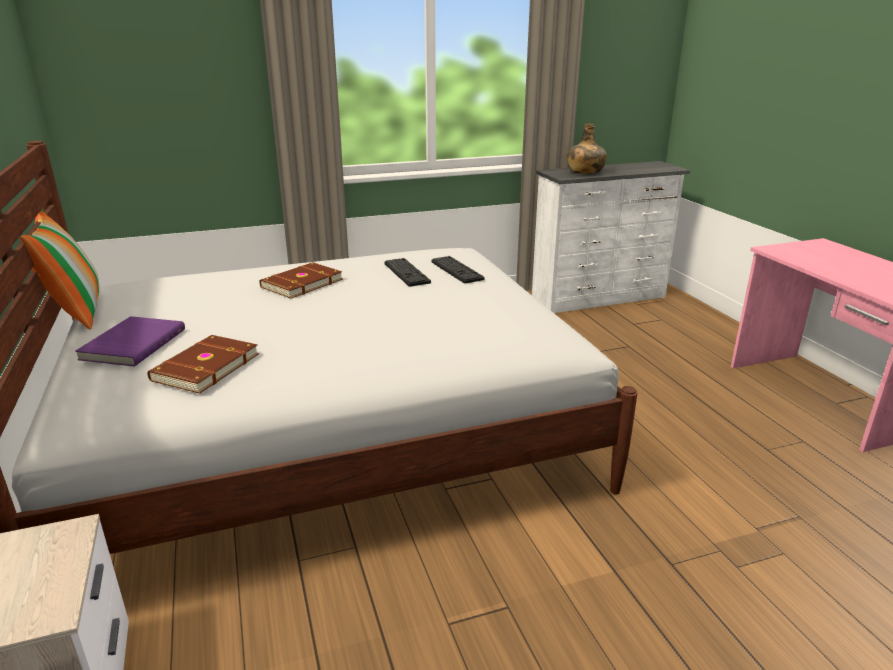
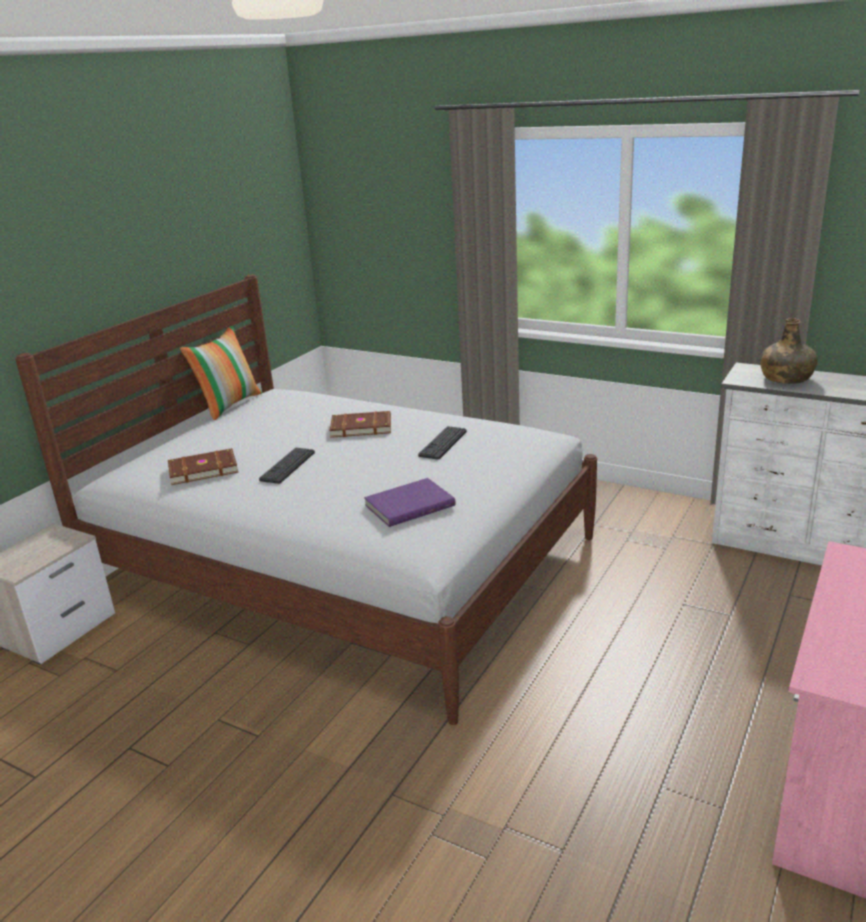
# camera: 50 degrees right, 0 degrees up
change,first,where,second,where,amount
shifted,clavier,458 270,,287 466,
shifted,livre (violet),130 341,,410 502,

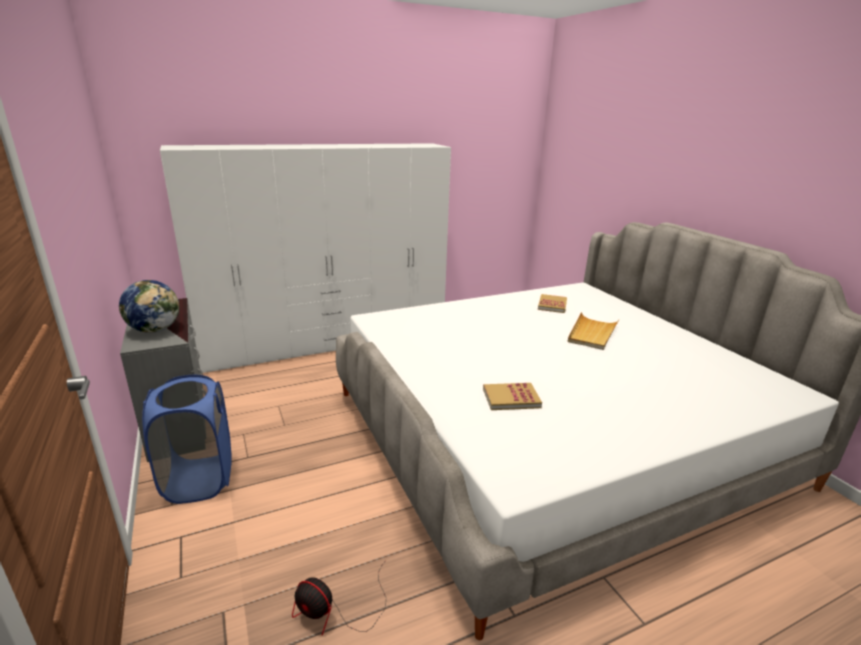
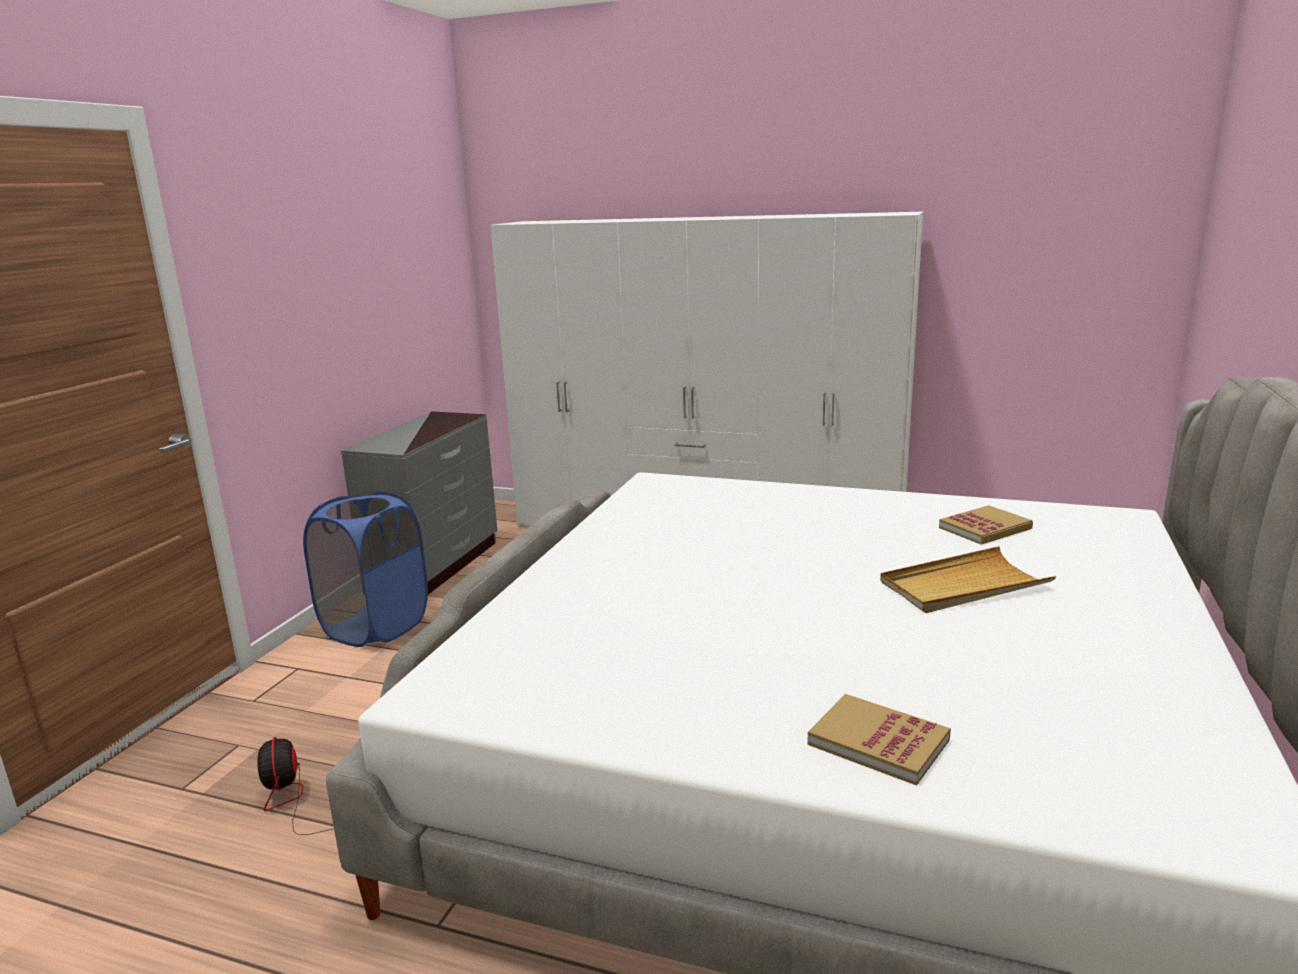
# camera: 45 degrees right, 5 degrees down
change,first,where,second,where,amount
shifted,livre,512 396,,879 740,
gone,globe,149 306,,,

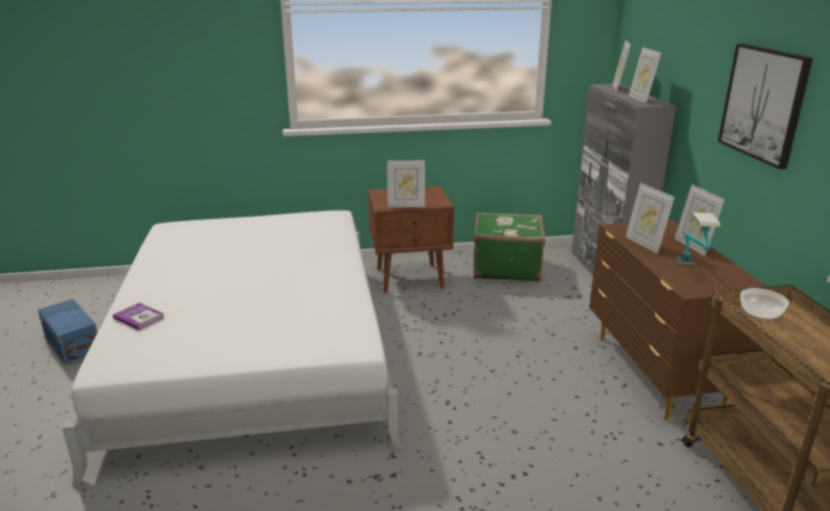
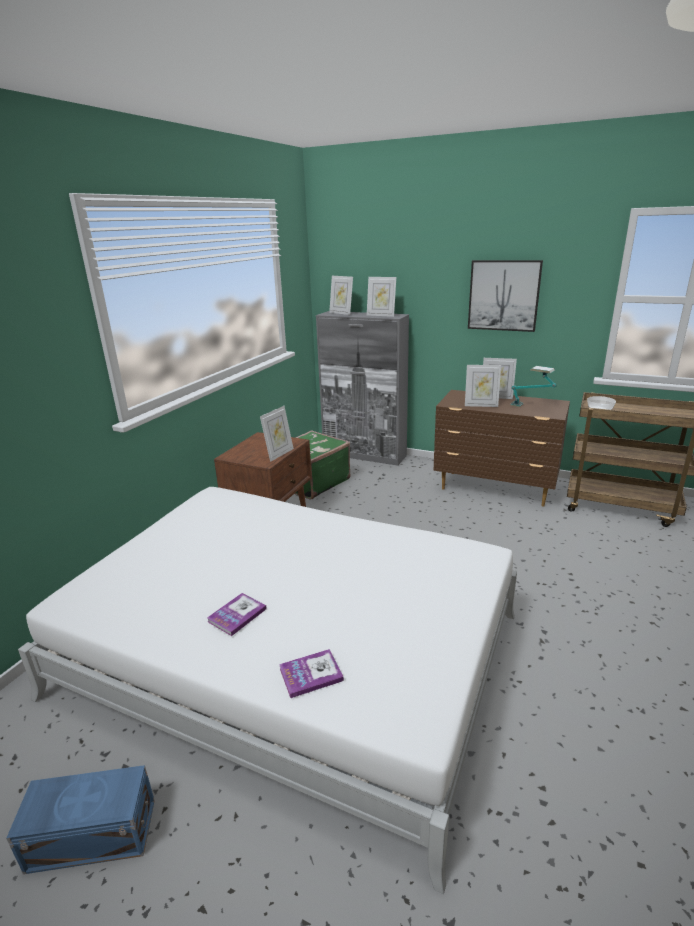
# camera: 55 degrees left, 0 degrees up
change,first,where,second,where,amount
new,,,livre,237 614,

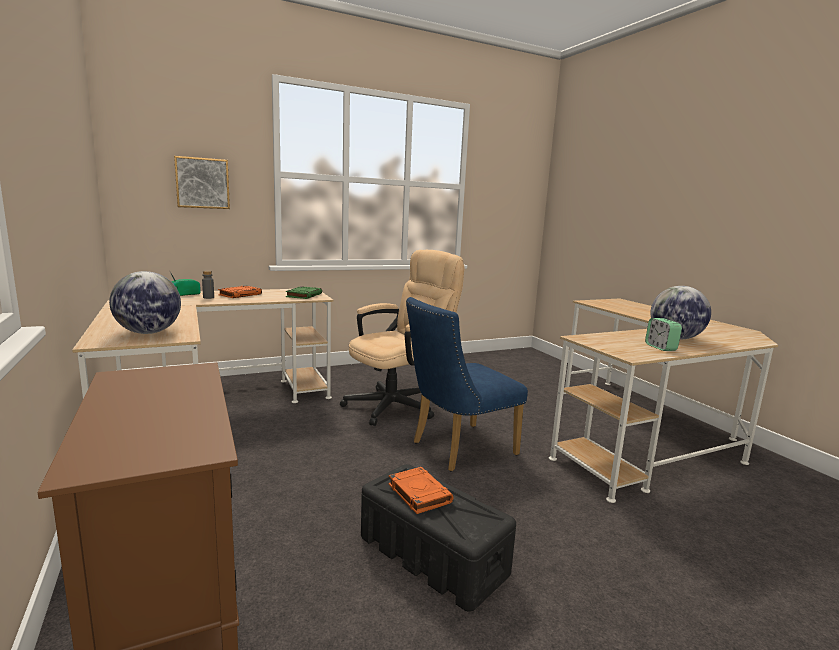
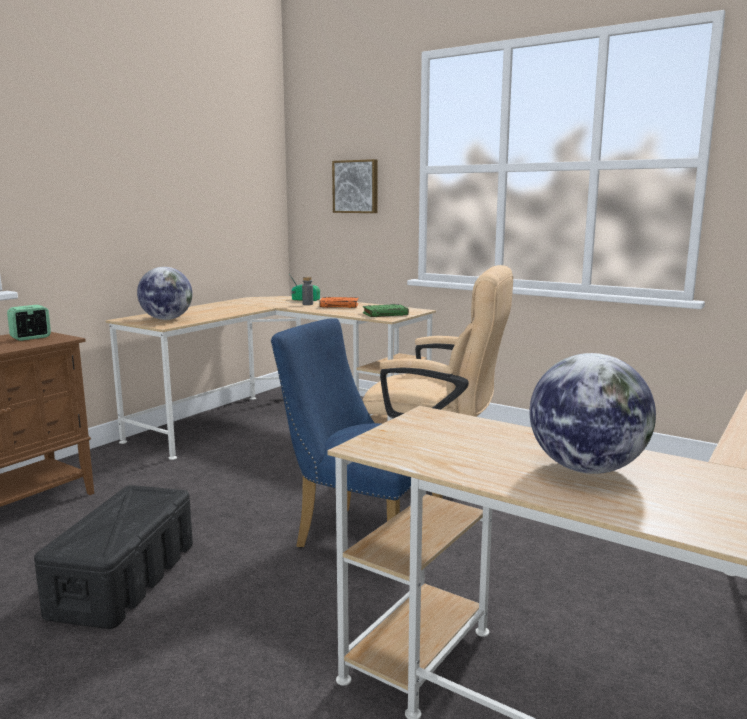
# camera: 60 degrees right, 0 degrees up
change,first,where,second,where,amount
shifted,réveil,663 334,,29 323,
gone,livre (orange),421 490,,,

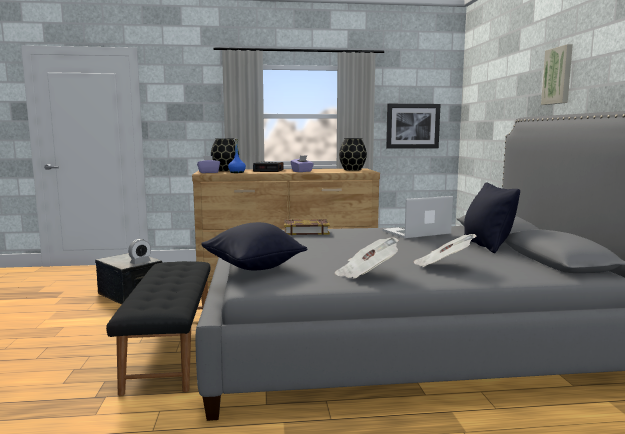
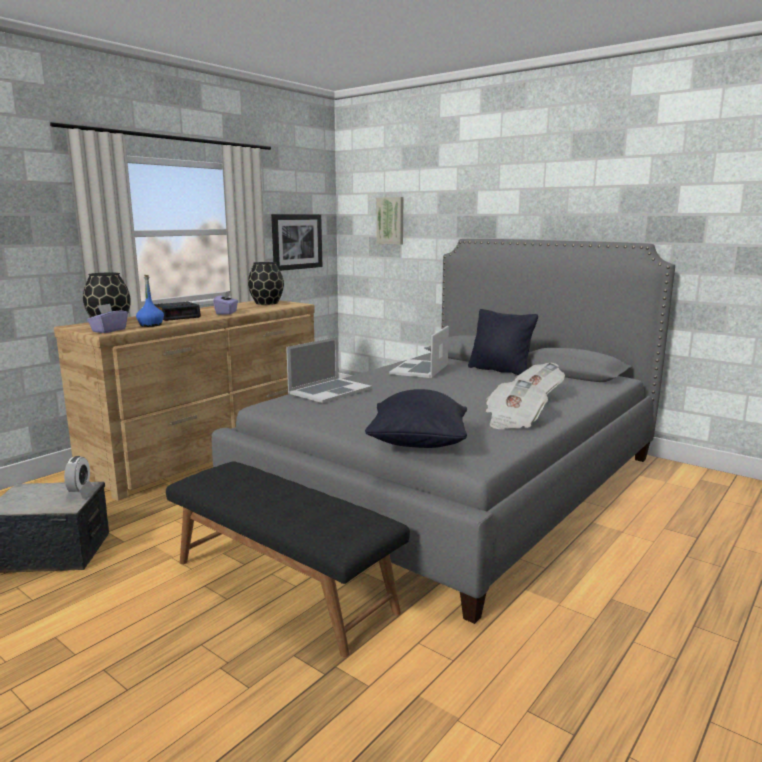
# camera: 45 degrees left, 5 degrees up
change,first,where,second,where,amount
swapped,livre,307 227,ordinateur portable,329 370,
shifted,tableau,557 74,,389 221,

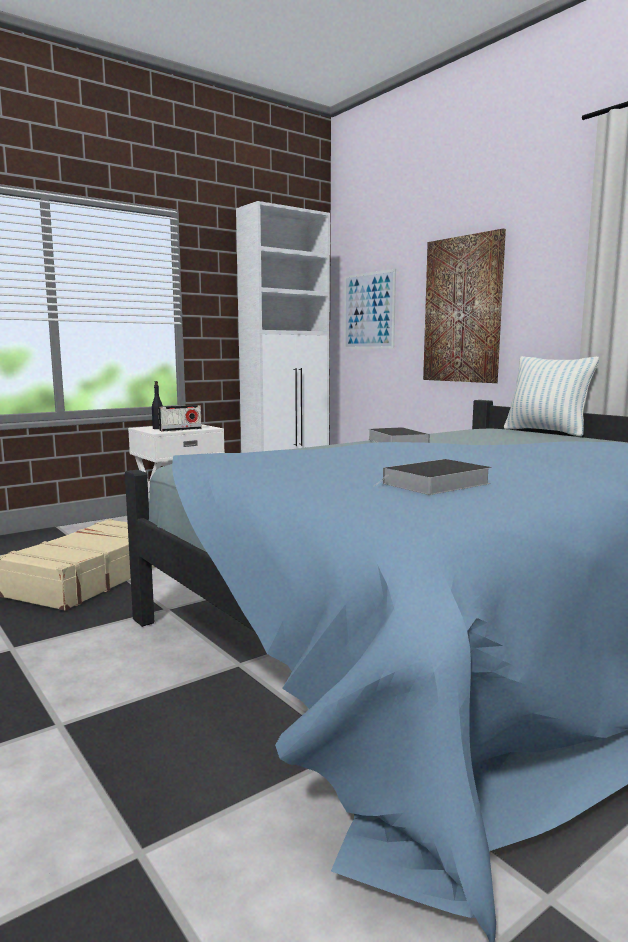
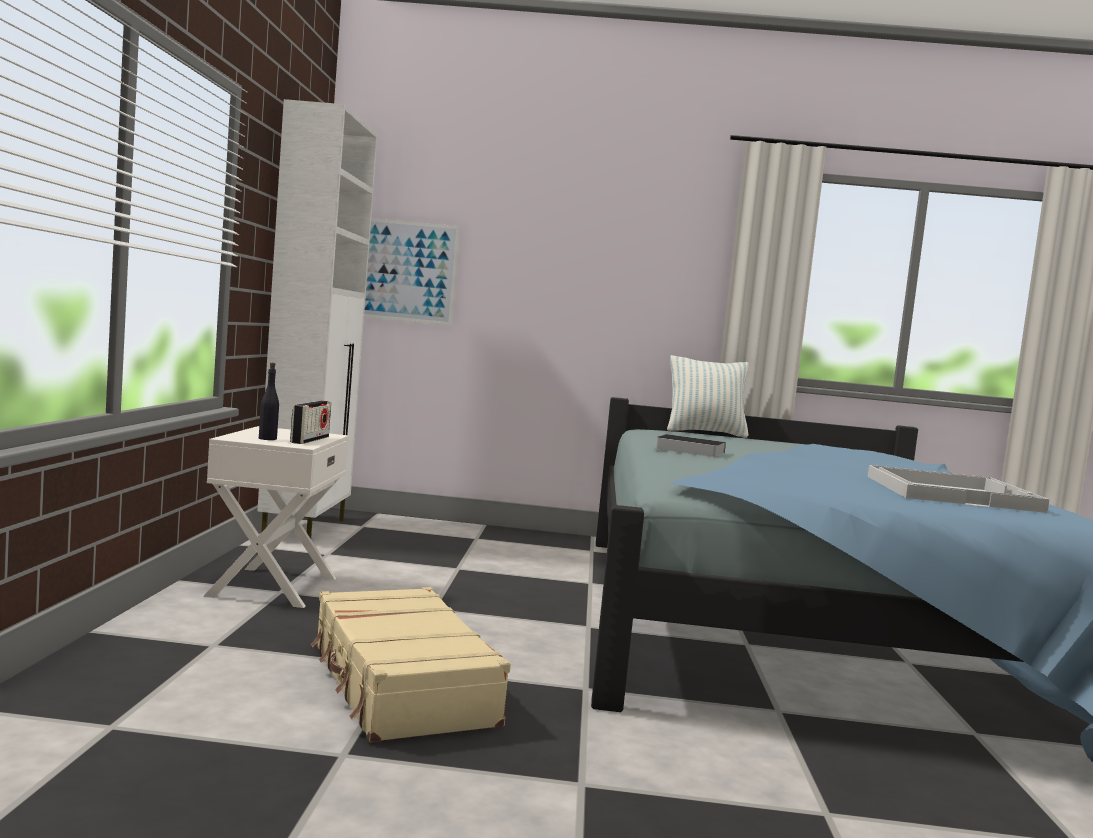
# camera: 50 degrees left, 5 degrees down
change,first,where,second,where,amount
swapped,livre,432 477,plateau (blanc),959 489,
gone,tableau,464 306,,,

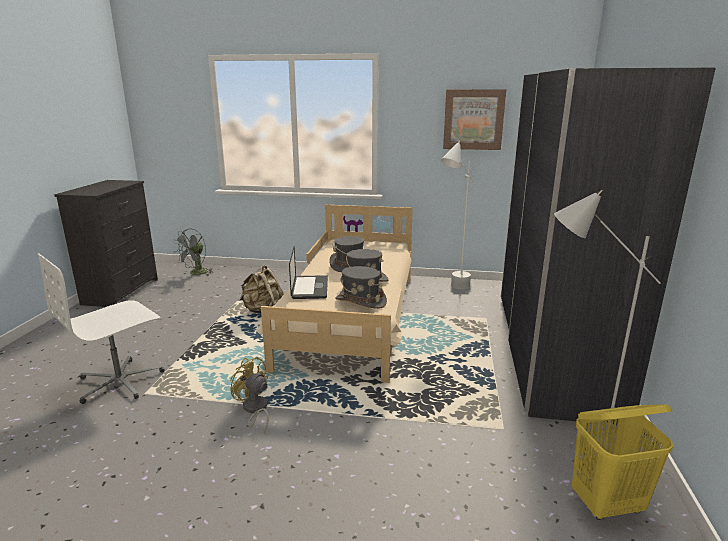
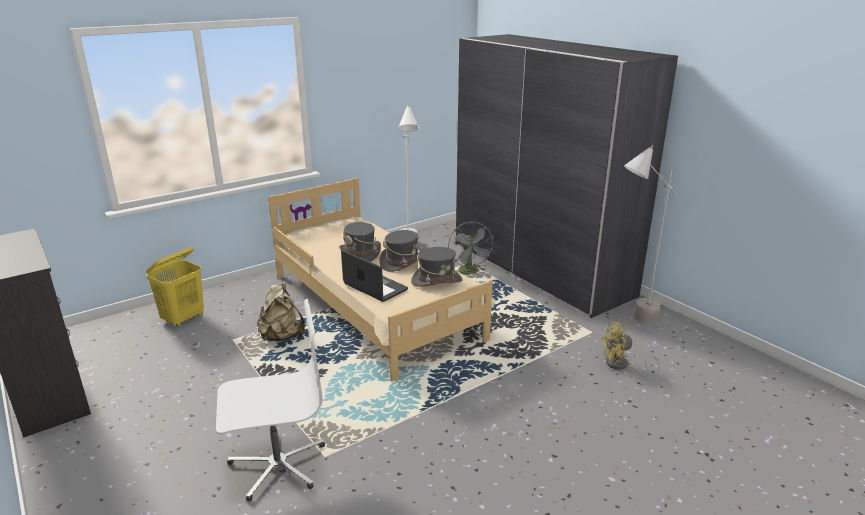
# camera: 45 degrees left, 5 degrees up
change,first,where,second,where,amount
shifted,panier à linge (jaune),622 462,,175 287,
rotated,chaise de bureau (blanc),101 328,,270 400,105 degrees counterclockwise
shifted,ventilateur (gris),193 251,,471 248,
shifted,ventilateur (jaune),249 395,,630 349,
gone,tableau,474 119,,,

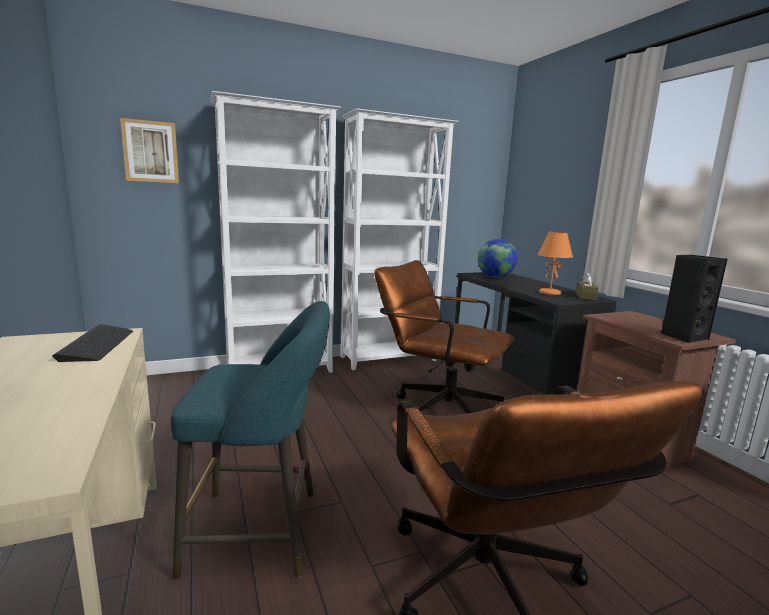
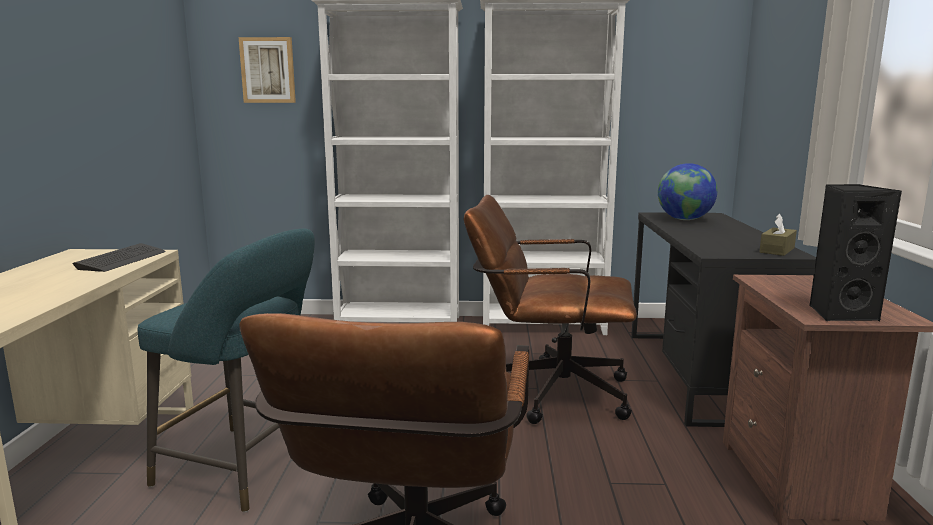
# camera: 25 degrees right, 0 degrees up
change,first,where,second,where,amount
rotated,chaise de bureau (marron),444 336,,550 309,45 degrees counterclockwise
gone,lampe de table (orange),555 263,,,

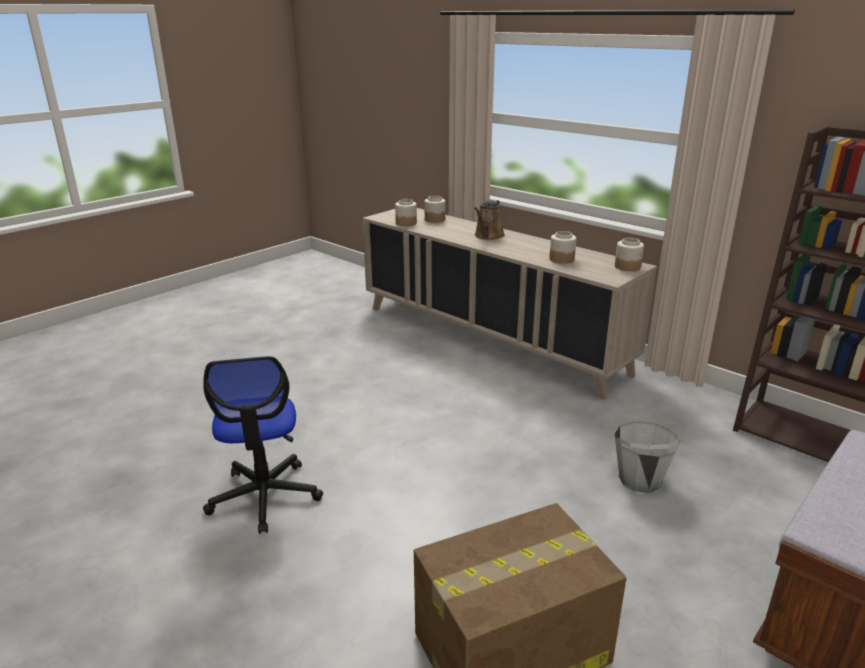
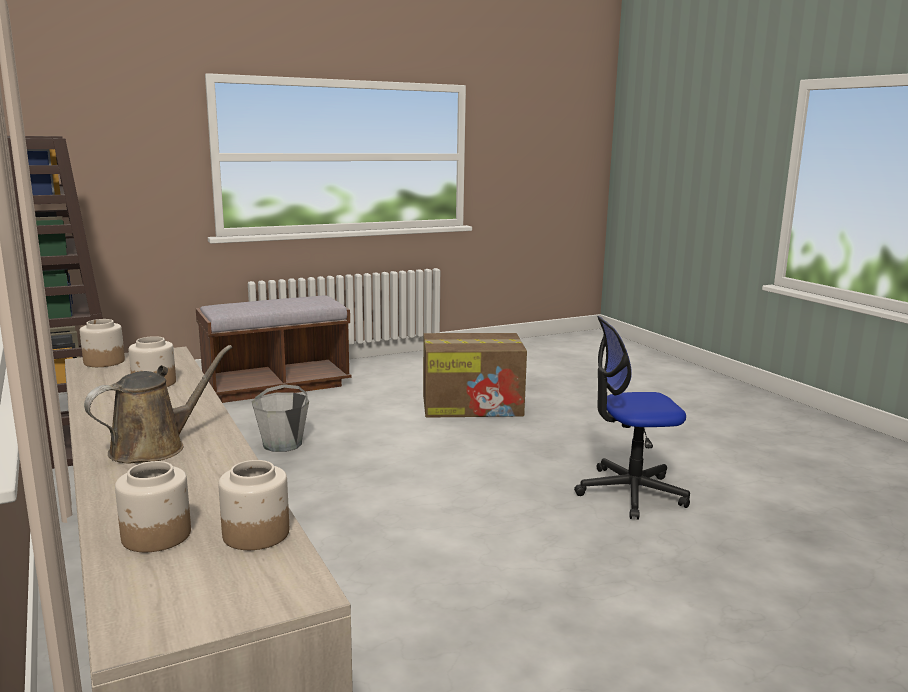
# camera: 160 degrees left, 10 degrees down
change,first,where,second,where,amount
rotated,chaise de bureau,263 445,,632 418,105 degrees counterclockwise

